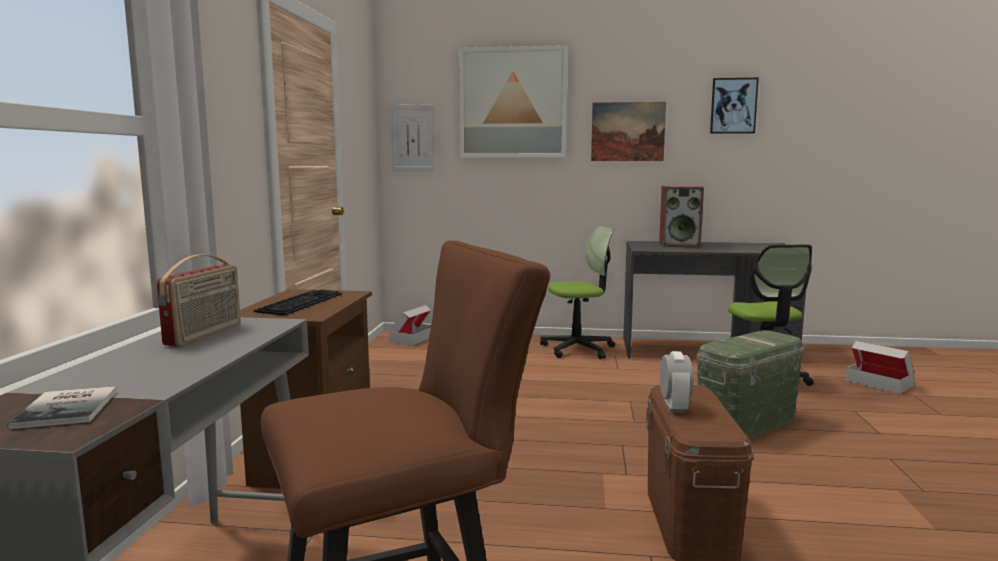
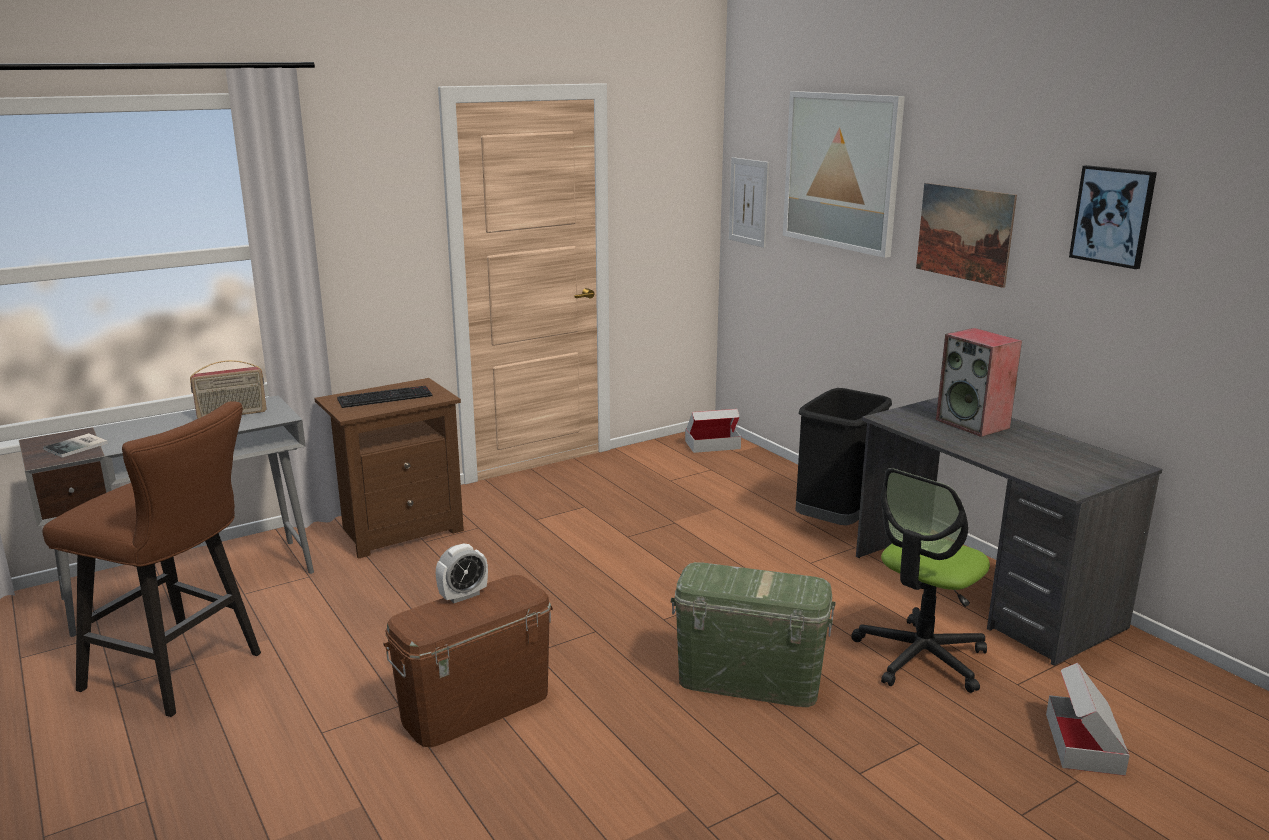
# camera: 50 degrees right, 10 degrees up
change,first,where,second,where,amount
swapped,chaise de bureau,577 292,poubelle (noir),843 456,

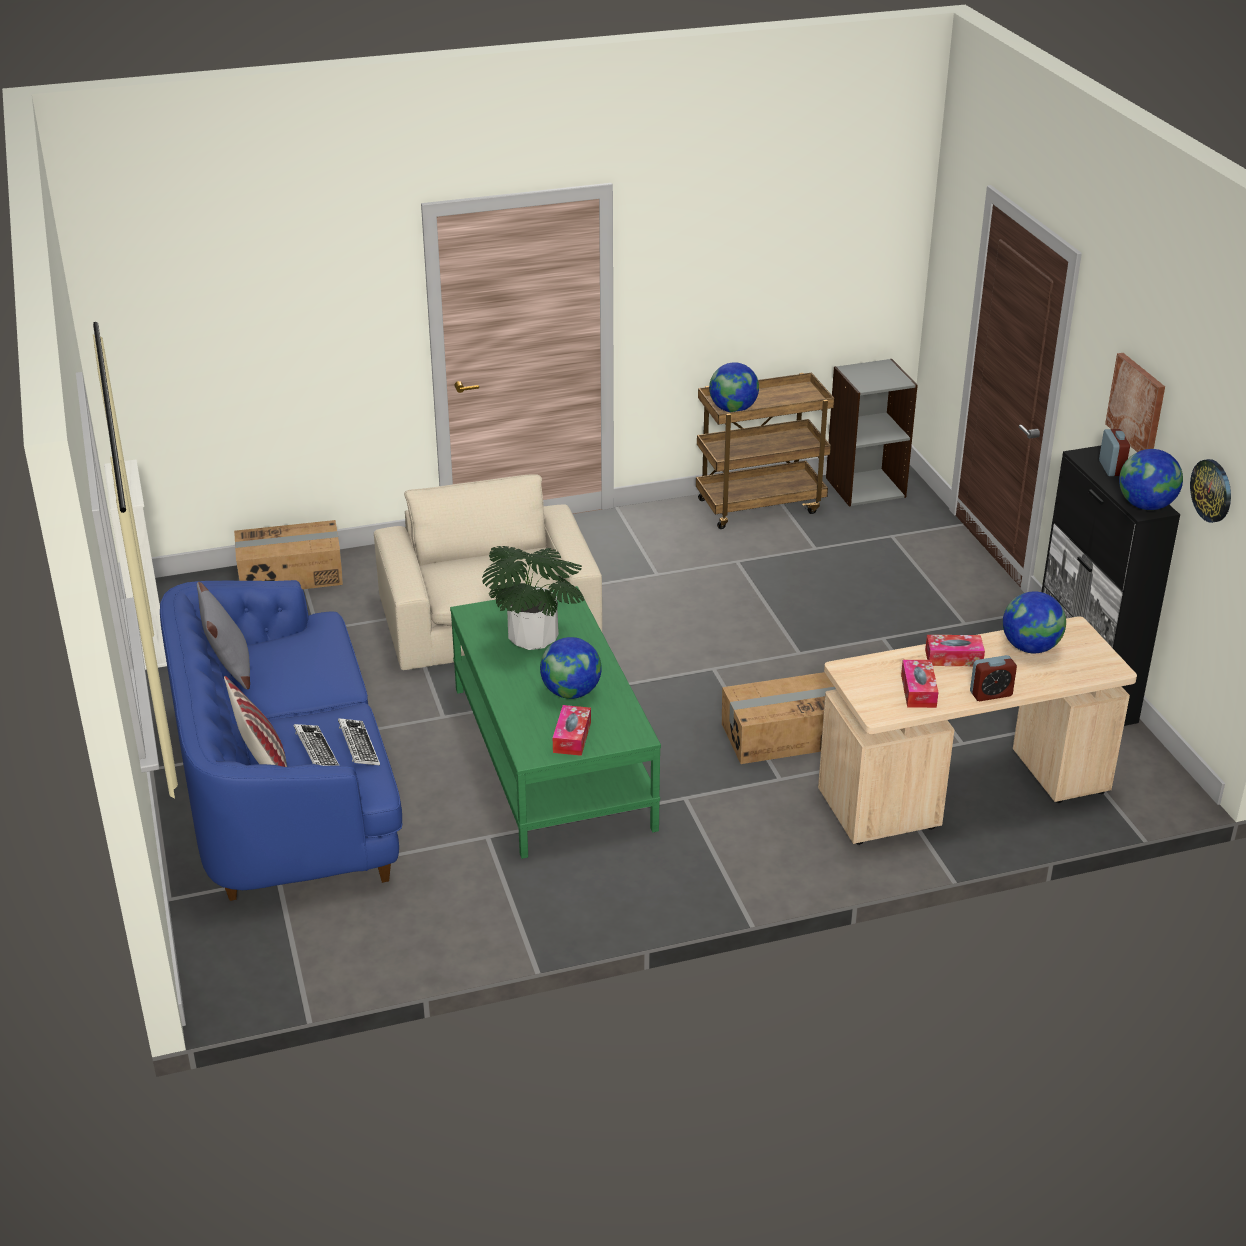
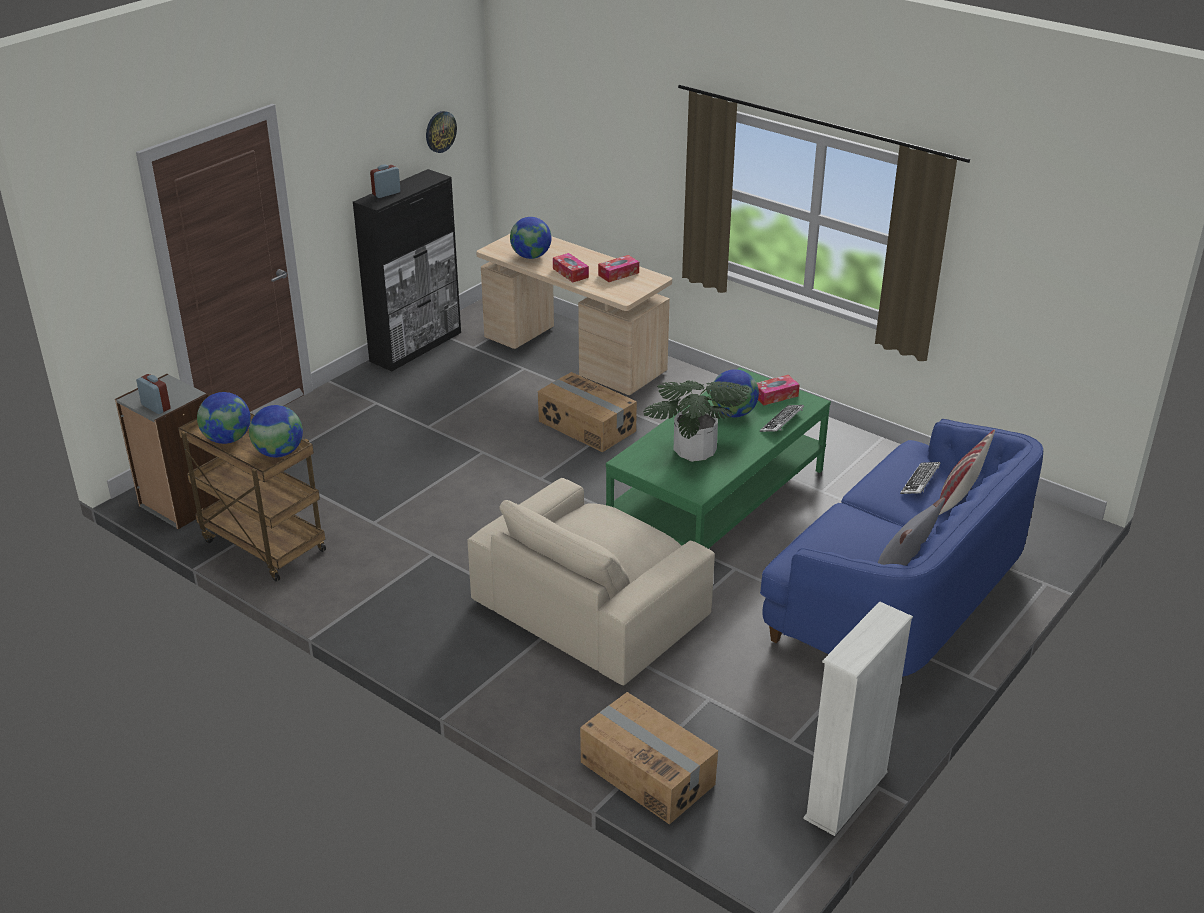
# camera: 125 degrees left, 0 degrees up
change,first,where,second,where,amount
shifted,réveil,993 678,,153 394,
shifted,globe,1151 479,,224 418,
shifted,clavier,359 741,,782 418,
gone,tableau,1135 402,,,

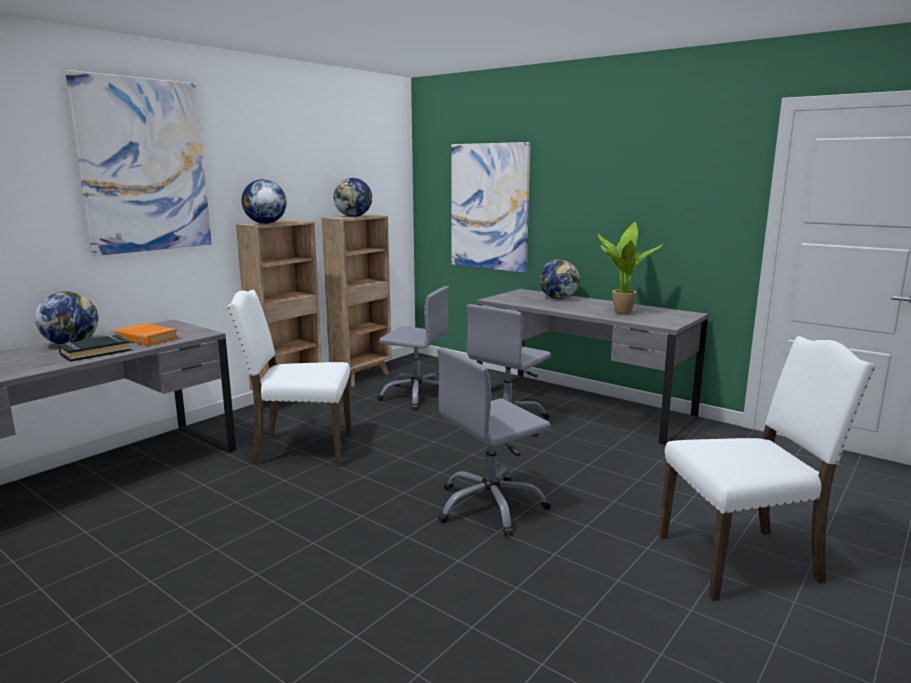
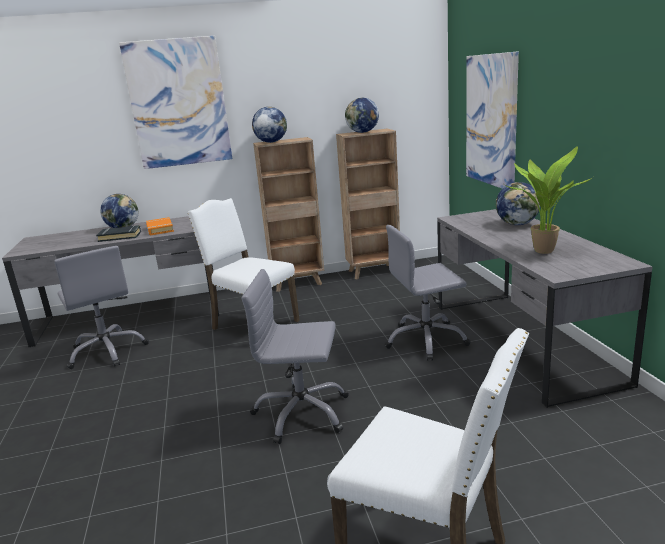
# camera: 40 degrees right, 5 degrees up
change,first,where,second,where,amount
shifted,chaise de bureau (gris),413 348,,102 307,

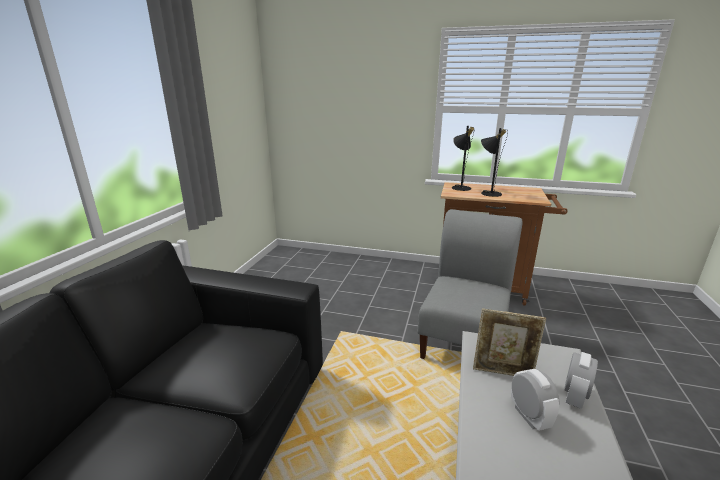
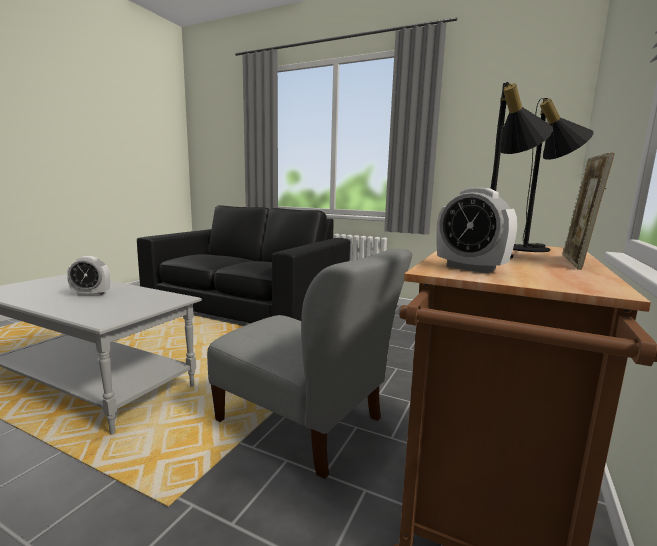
# camera: 100 degrees right, 10 degrees down
change,first,where,second,where,amount
shifted,réveil,581 380,,476 230,
shifted,cadre photo,509 342,,588 211,

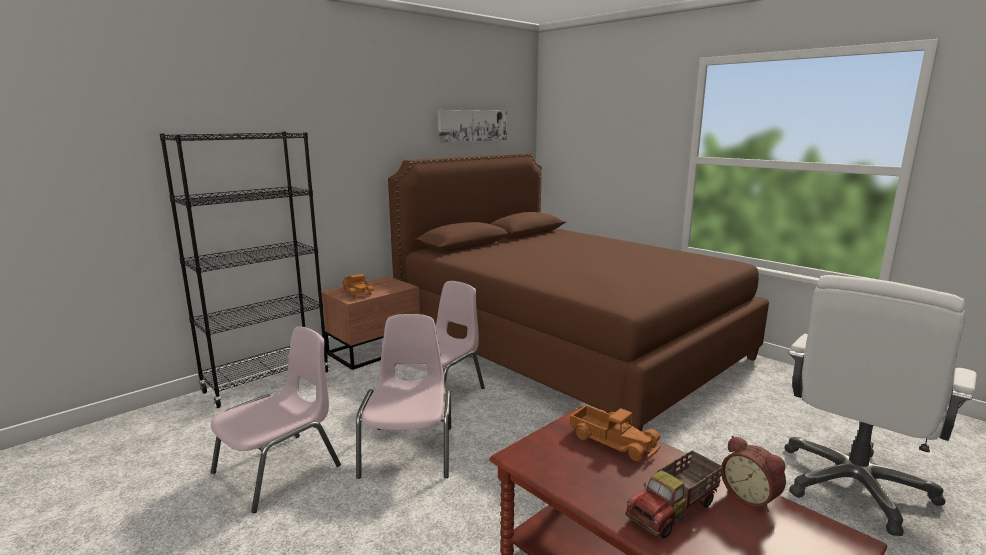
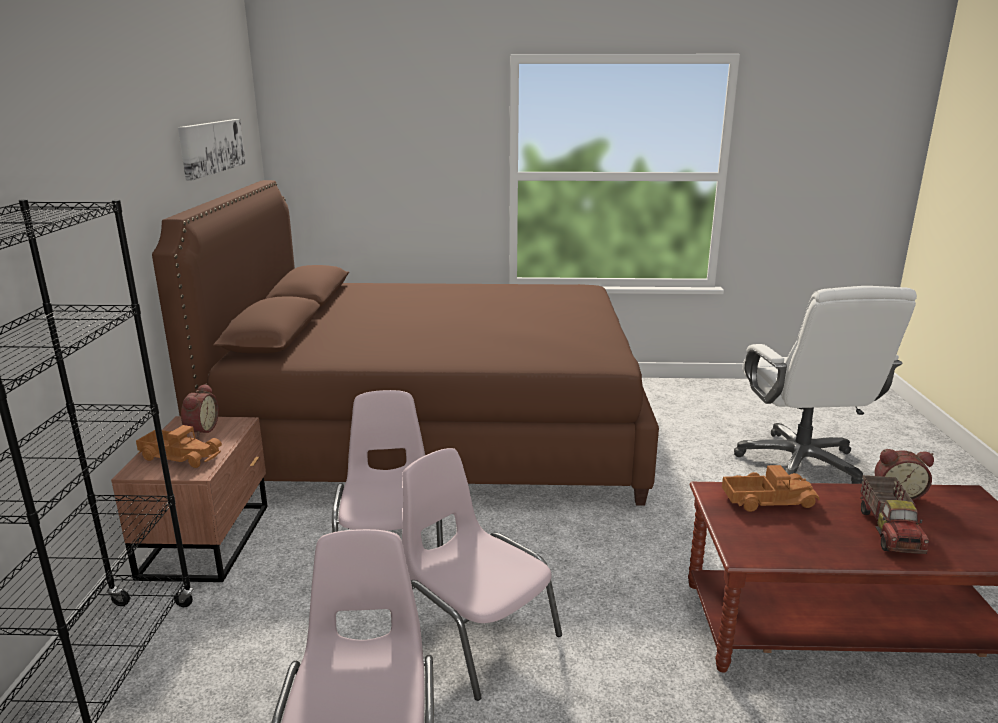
# camera: 45 degrees left, 5 degrees up
change,first,where,second,where,amount
new,,,réveil,200 411,

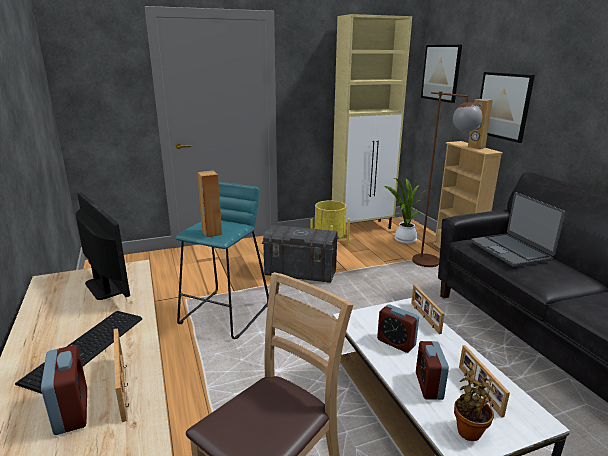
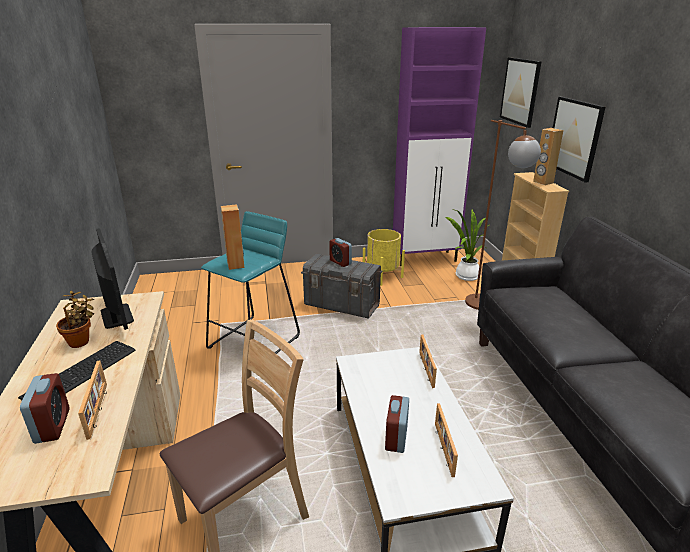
# camera: 10 degrees right, 5 degrees up
change,first,where,second,where,amount
shifted,plante en pot,474 405,,75 319,
shifted,réveil,398 328,,340 252,
repainted,meuble de rangement (beige),372 121,meuble de rangement (violet),439 146,
gone,ordinateur portable,518 229,,,

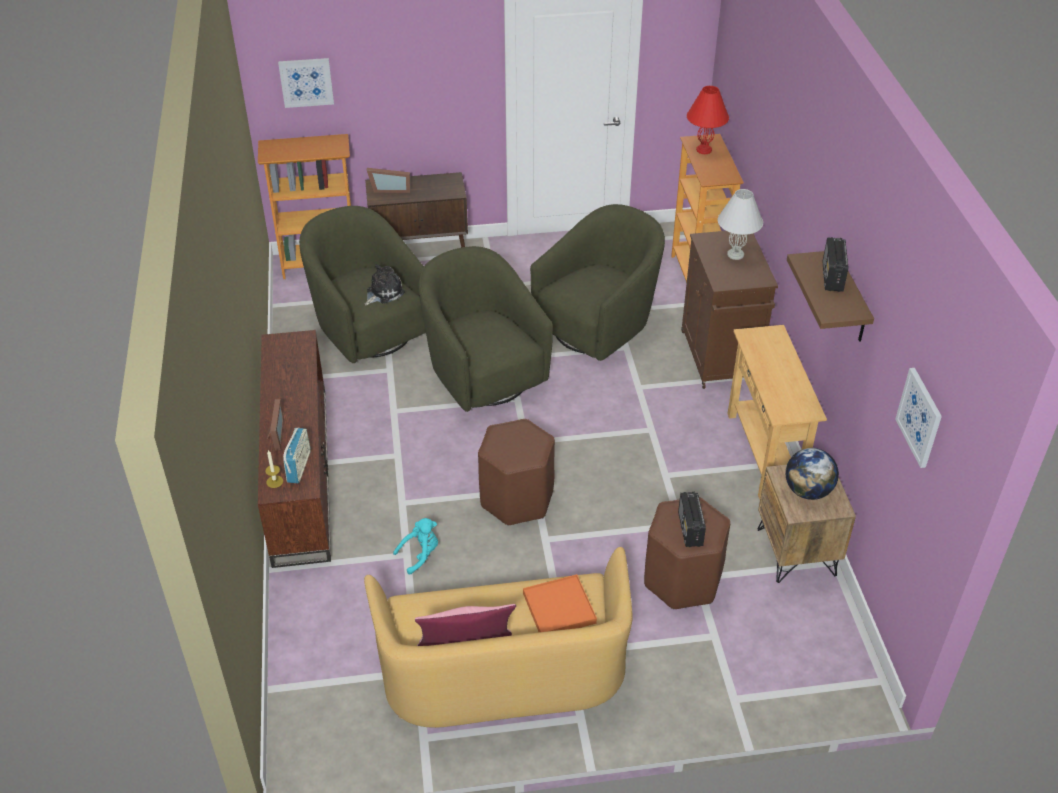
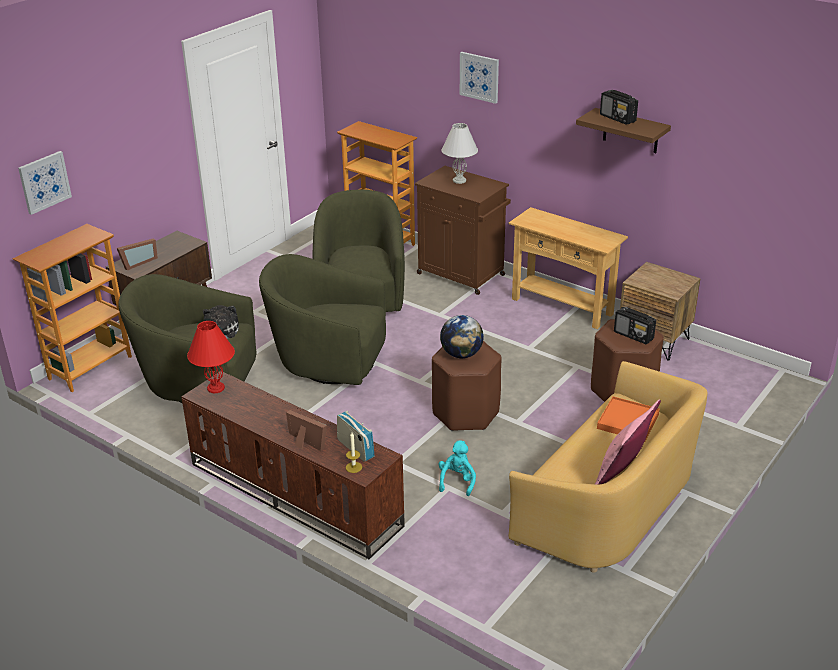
# camera: 45 degrees left, 10 degrees down
change,first,where,second,where,amount
shifted,lampe de table (rouge),708 120,,211 357,
shifted,globe,812 474,,462 337,
shifted,tableau,918 418,,479 78,

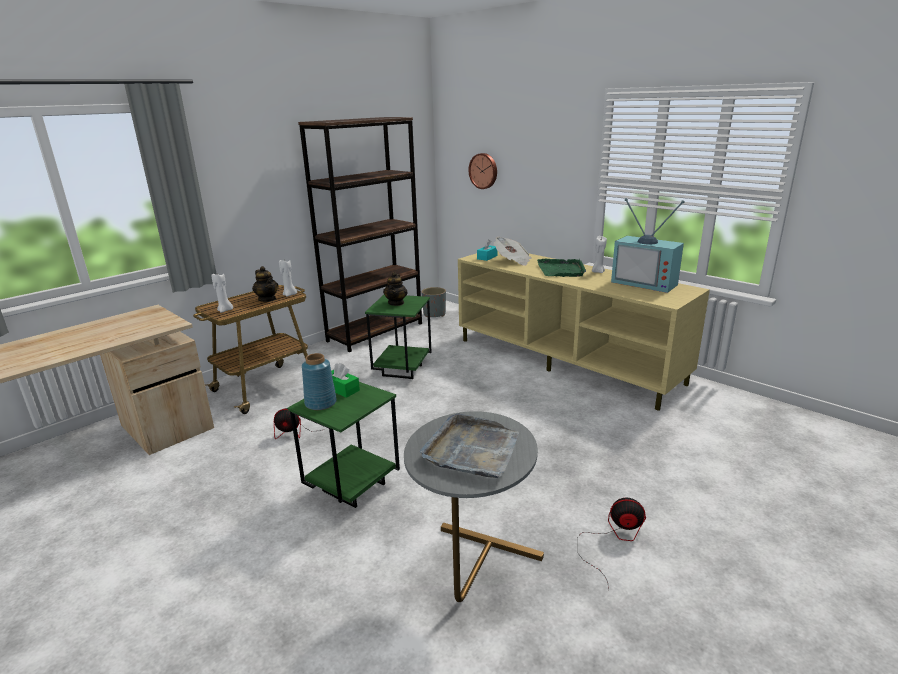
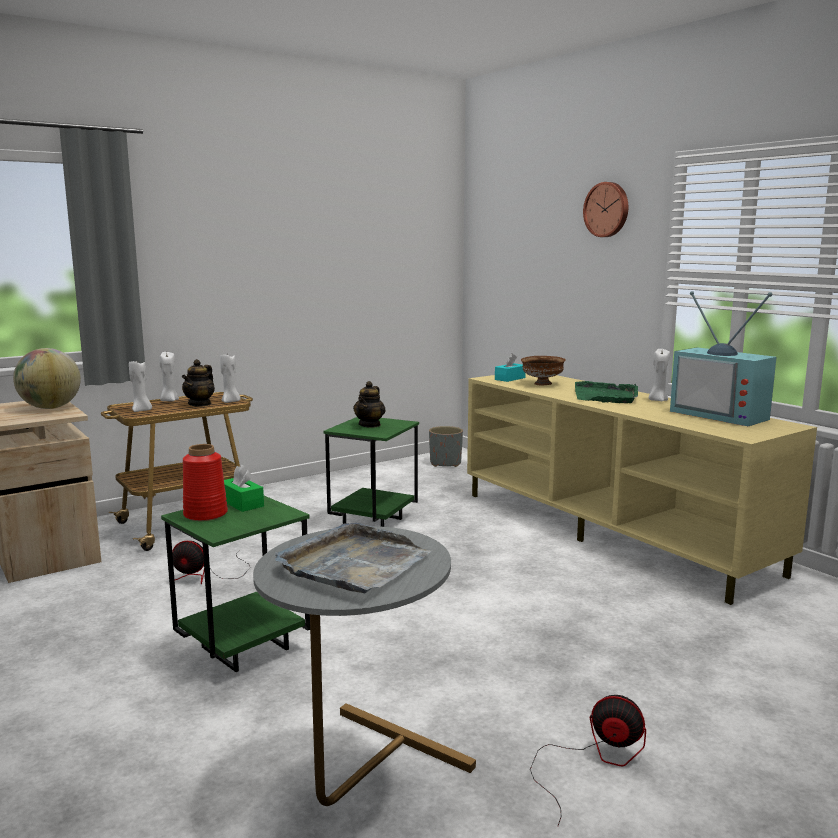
# camera: 10 degrees right, 10 degrees down
change,first,where,second,where,amount
new,,,globe,47 378,
new,,,bougie (blanc),169 376,
rotated,théière,265 284,,198 383,45 degrees clockwise
repainted,vase (bleu),319 381,vase (rouge),205 482,
swapped,journal,513 251,bol (marron),543 370,
shifted,horloge murale,482 171,,605 209,
gone,bibliothèque (marron),360 234,,,

